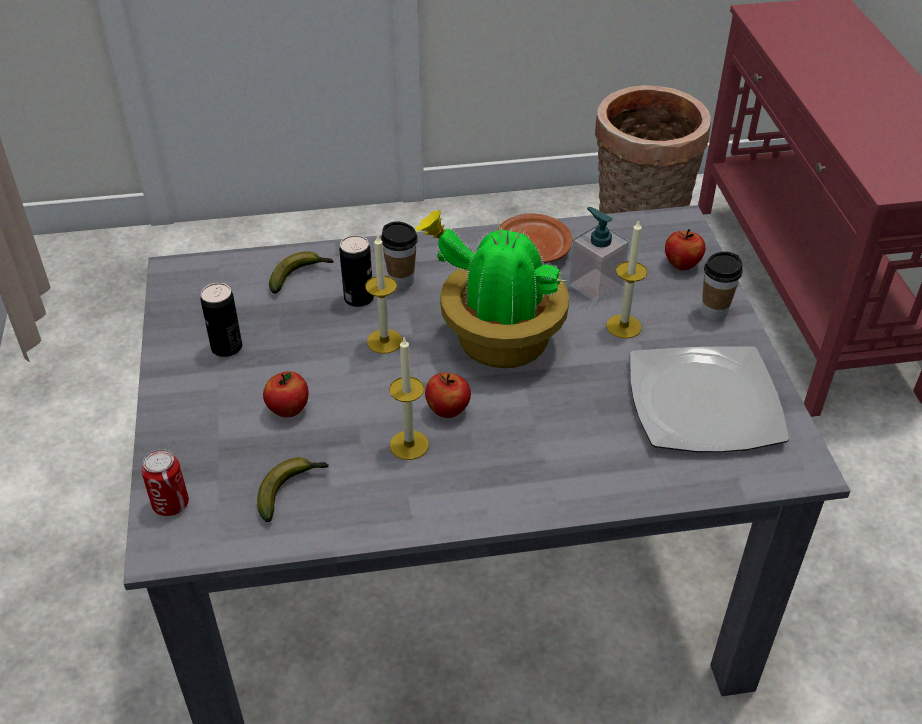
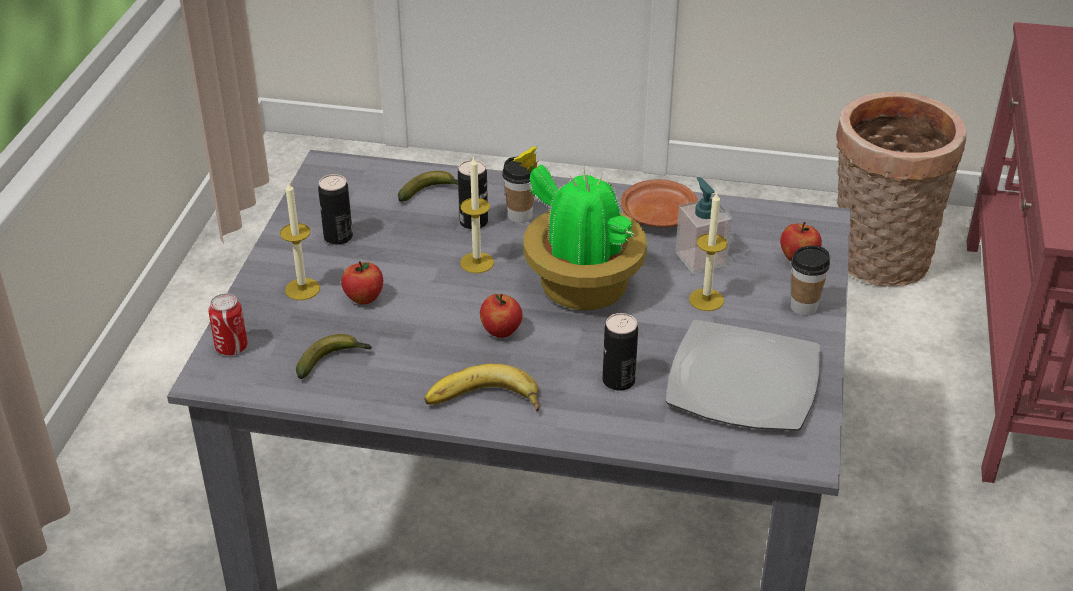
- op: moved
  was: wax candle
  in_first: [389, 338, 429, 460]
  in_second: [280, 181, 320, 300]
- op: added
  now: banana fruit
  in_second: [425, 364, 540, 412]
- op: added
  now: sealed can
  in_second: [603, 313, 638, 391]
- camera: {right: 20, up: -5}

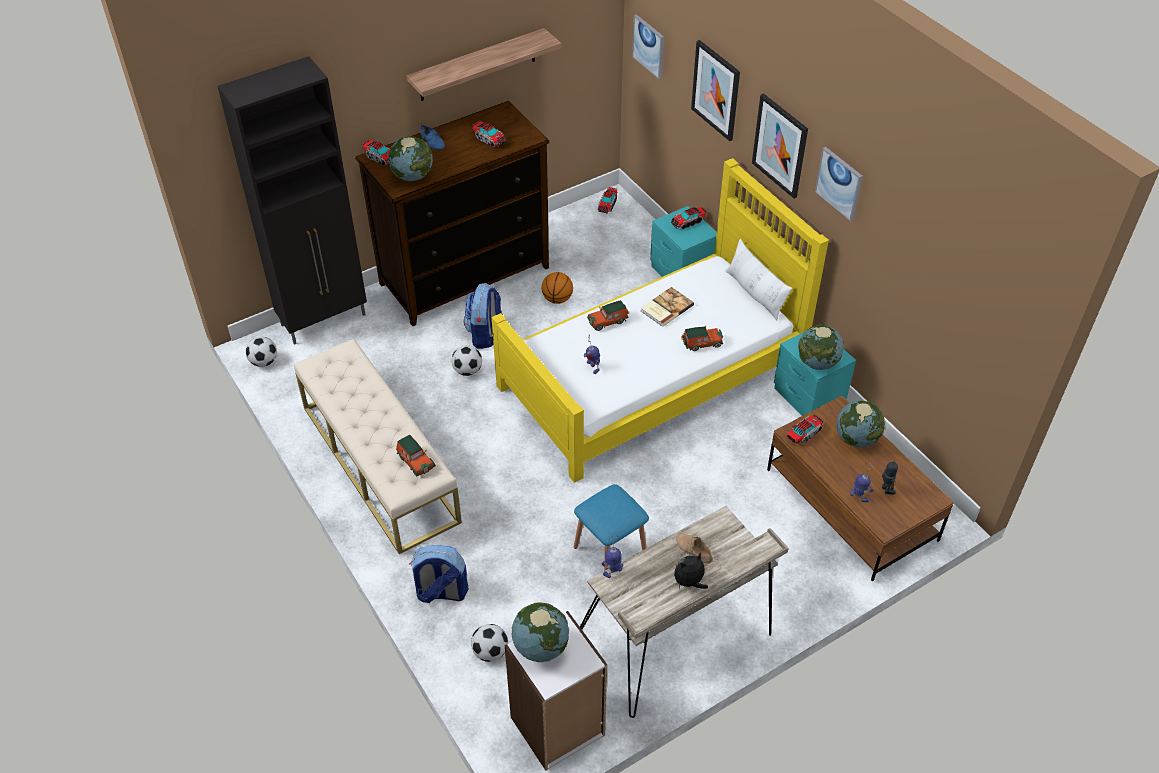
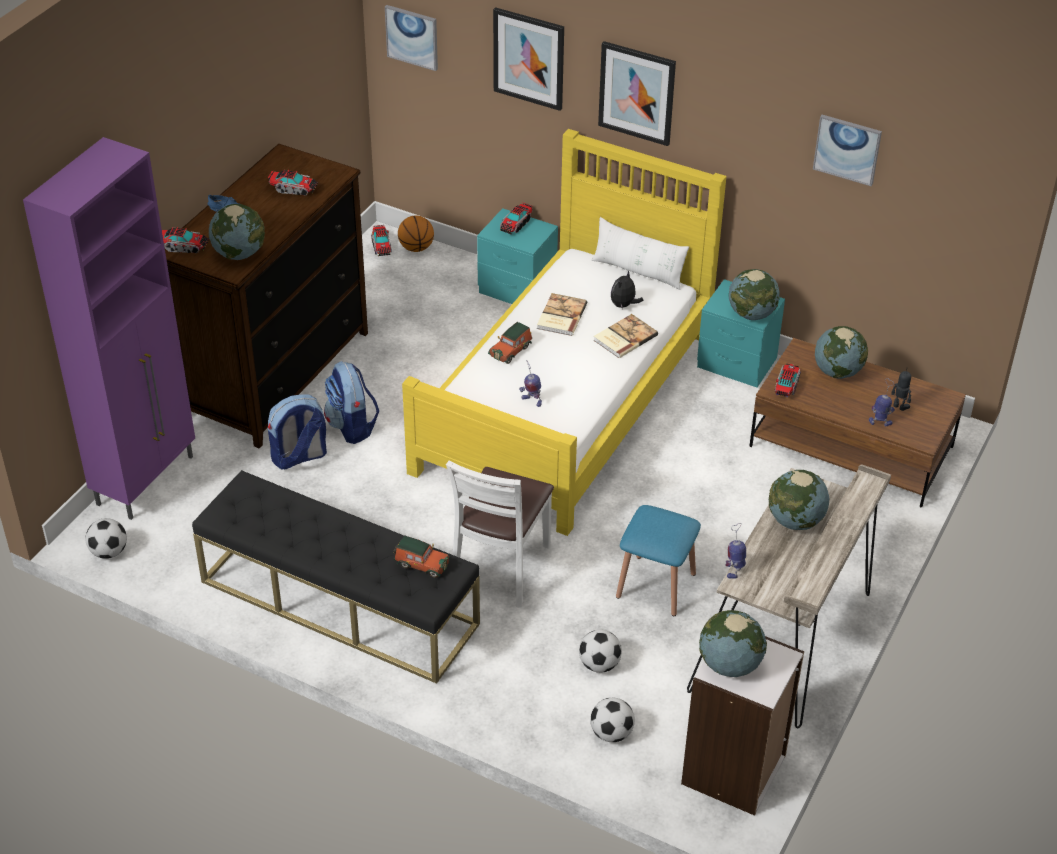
- op: recoloured
  was: black cupboard
  now: purplish cupboard
  in_first: [218, 56, 367, 345]
  in_second: [23, 137, 195, 520]
- op: recoloured
  was: beige long seat
  now: black long seat
  in_first: [294, 339, 462, 554]
  in_second: [192, 470, 480, 684]
- op: removed
  was: shelf
  in_first: [406, 28, 562, 101]
- op: moved
  was: rucksack
  in_first: [409, 545, 469, 603]
  in_second: [268, 394, 327, 469]
- op: moved
  was: football
  in_first: [452, 345, 482, 376]
  in_second: [579, 630, 622, 673]
- op: moved
  was: basketball ball
  in_first: [542, 272, 573, 304]
  in_second: [398, 216, 434, 252]
- op: moved
  was: cuddly toy
  in_first: [674, 552, 708, 590]
  in_second: [611, 270, 643, 309]
- op: replaced
  was: beige shoe
  now: globe
  in_first: [676, 534, 713, 566]
  in_second: [769, 470, 829, 530]
- op: replaced
  was: toy car
  now: book
  in_first: [681, 326, 724, 351]
  in_second: [593, 314, 658, 358]
- op: moved
  was: wall art
  in_first: [815, 147, 863, 221]
  in_second: [813, 115, 882, 186]
- op: added
  now: white-coloured upright chair
  in_second: [446, 460, 554, 608]
- camera: {right: -30, up: -5}

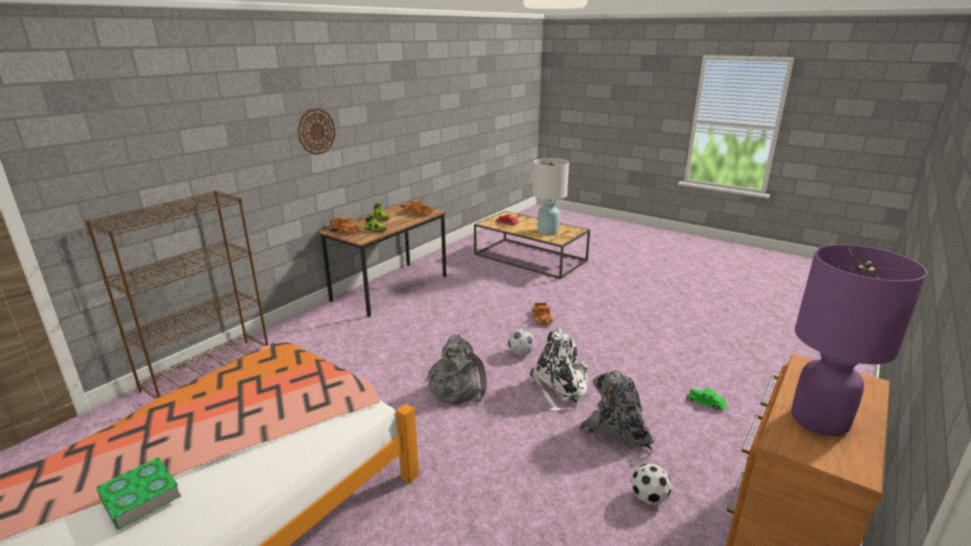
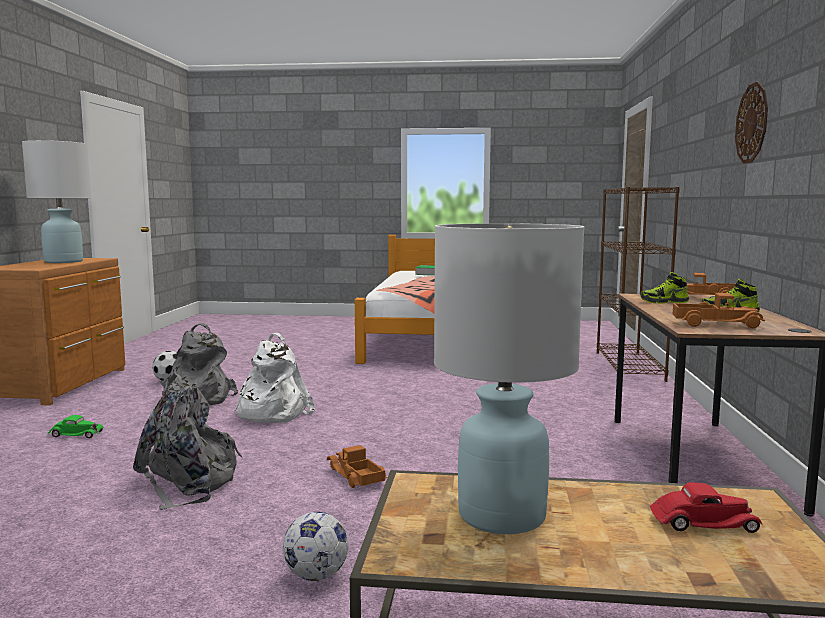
- op: moved
  was: greyish rucksack
  in_first: [425, 334, 487, 405]
  in_second: [133, 373, 242, 510]
- op: moved
  was: football
  in_first: [508, 329, 534, 356]
  in_second: [283, 512, 348, 581]
- op: recoloured
  was: purplish tabletop lamp
  now: white-coloured tabletop lamp
  in_first: [791, 244, 927, 436]
  in_second: [22, 140, 90, 263]
- camera: {right: 150, up: -15}

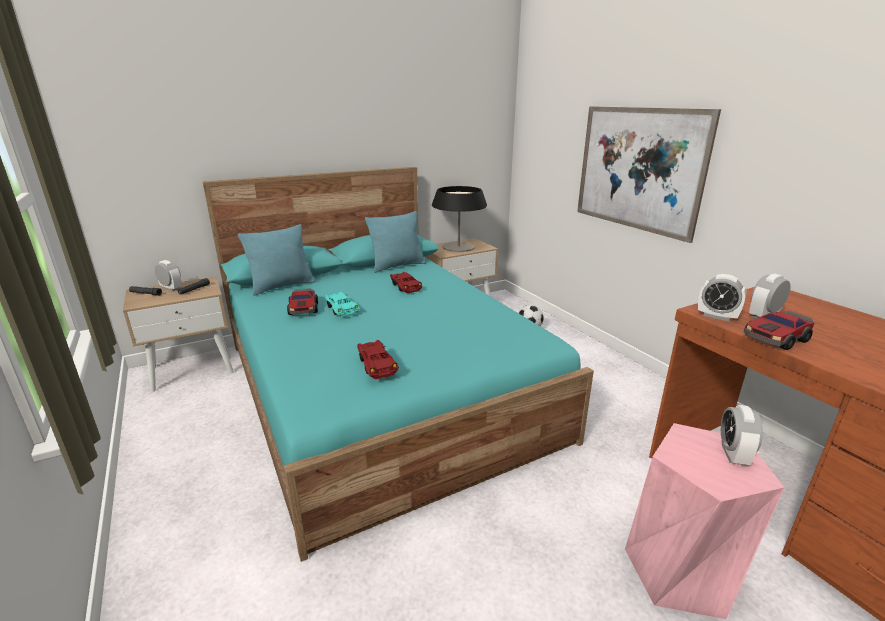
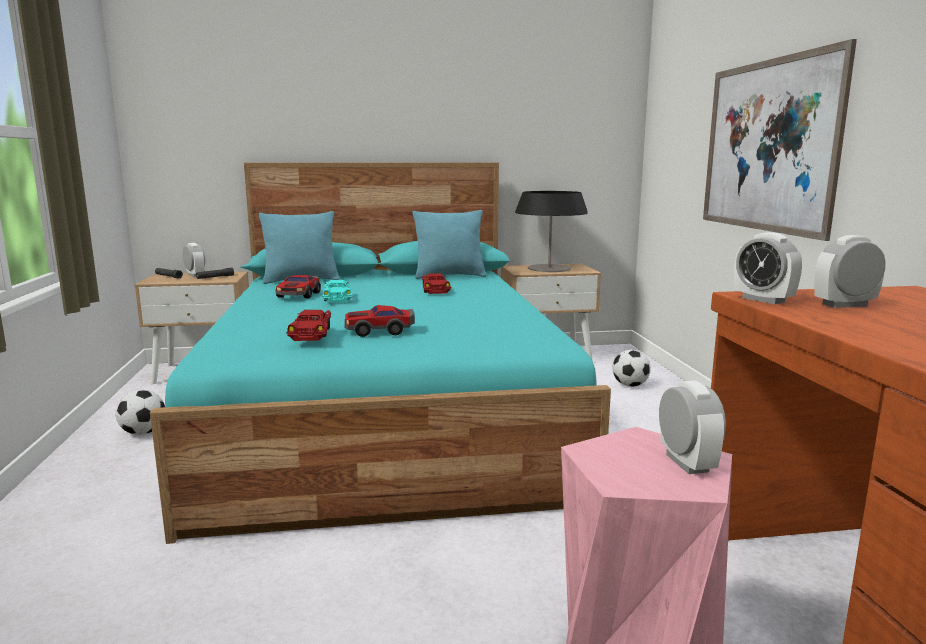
- op: turned
  was: alarm clock
  in_first: [720, 405, 763, 465]
  in_second: [659, 380, 726, 474]
  clockwise: 135
- op: moved
  was: toy car
  in_first: [744, 311, 814, 350]
  in_second: [344, 305, 415, 337]
- op: added
  now: football
  in_second: [116, 390, 165, 435]
- camera: {right: 20, up: -10}

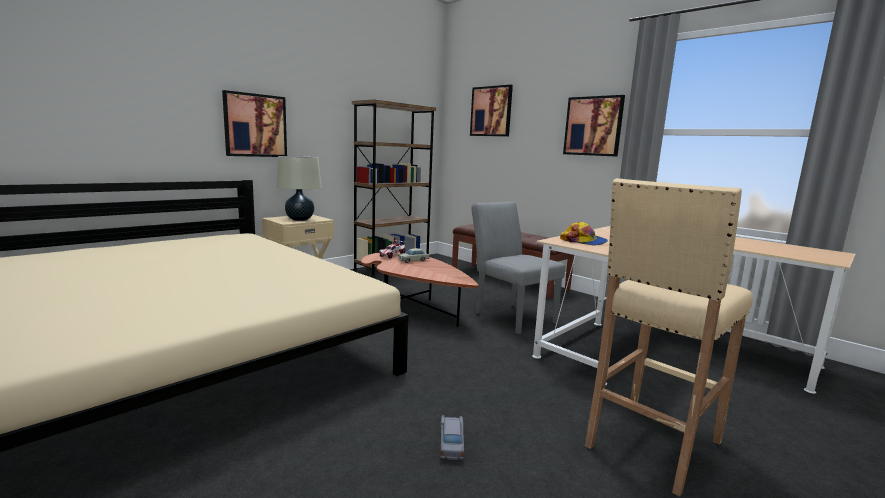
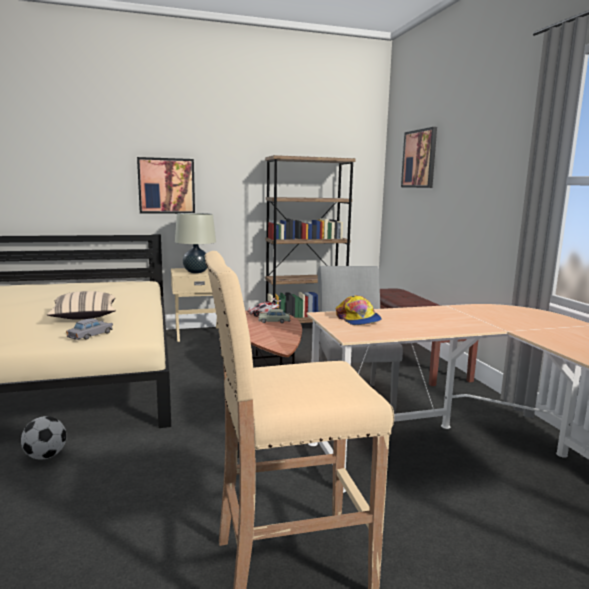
- op: moved
  was: greyish toy car
  in_first: [440, 415, 464, 460]
  in_second: [66, 318, 113, 340]
- op: removed
  was: wall art
  in_first: [563, 95, 625, 157]
- op: added
  now: football
  in_second: [21, 416, 66, 460]
- op: added
  now: beige pillow
  in_second: [47, 291, 116, 320]
- camera: {right: 30, up: 0}

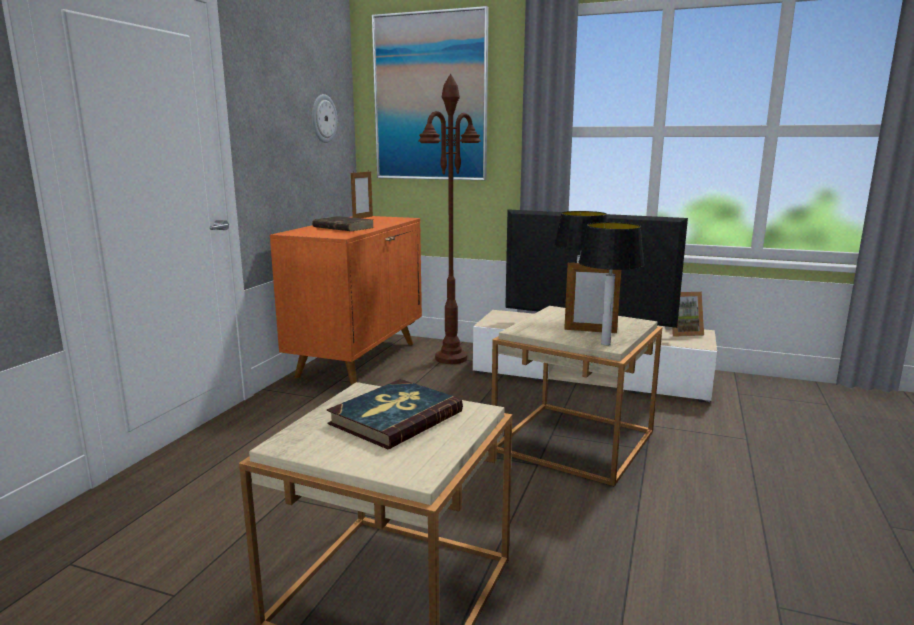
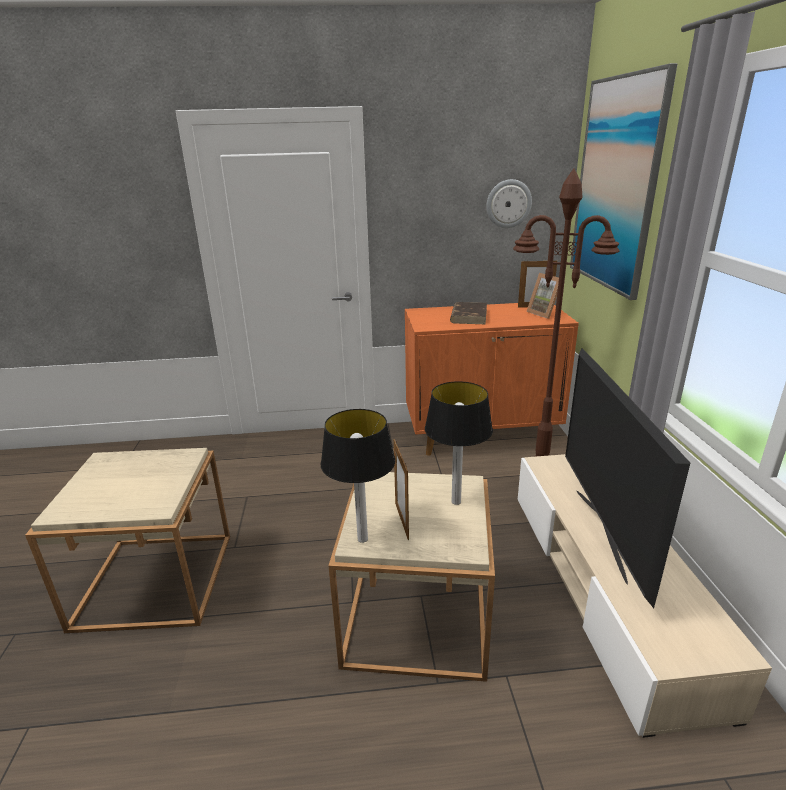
- op: removed
  was: book
  in_first: [327, 379, 463, 449]
- op: moved
  was: picture frame
  in_first: [665, 292, 704, 337]
  in_second: [526, 273, 559, 319]
- camera: {right: 65, up: 10}

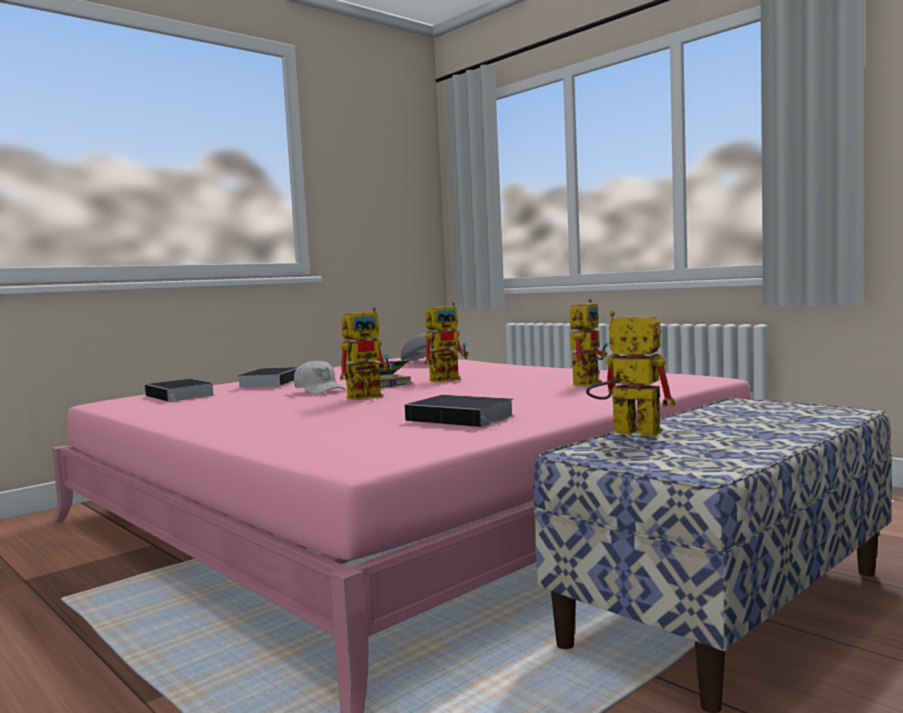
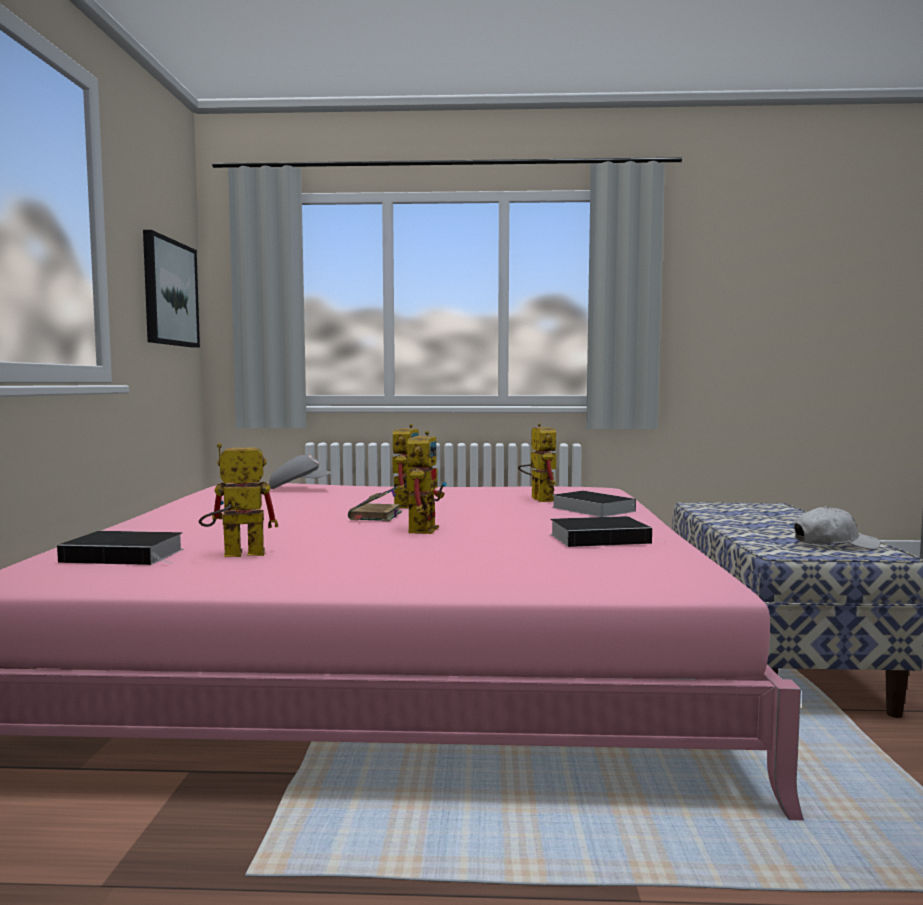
- op: moved
  was: book
  in_first: [237, 367, 298, 387]
  in_second: [552, 491, 636, 517]
- op: moved
  was: white-coloured baseball cap
  in_first: [294, 360, 346, 395]
  in_second: [794, 506, 880, 550]
- op: moved
  was: toy robot
  in_first: [586, 311, 675, 437]
  in_second: [199, 443, 278, 557]
- op: added
  now: wall art
  in_second: [143, 230, 200, 348]
- camera: {right: -45, up: 0}

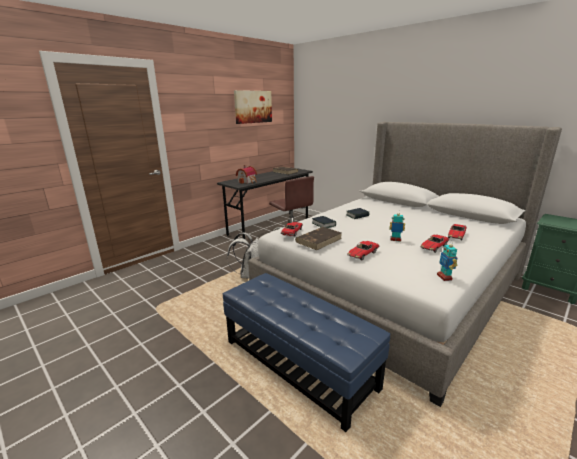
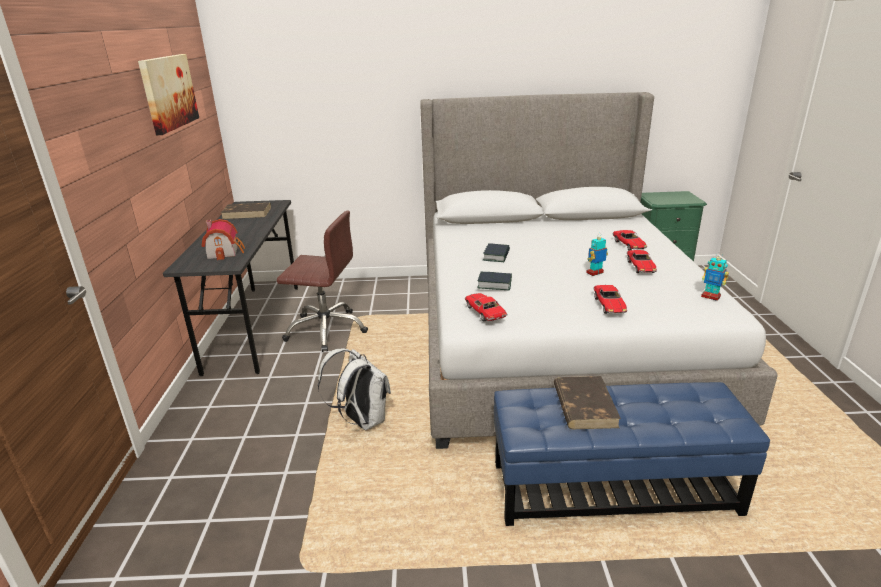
- op: moved
  was: brownish book
  in_first: [295, 227, 342, 250]
  in_second: [554, 376, 621, 429]
- camera: {right: -45, up: 5}

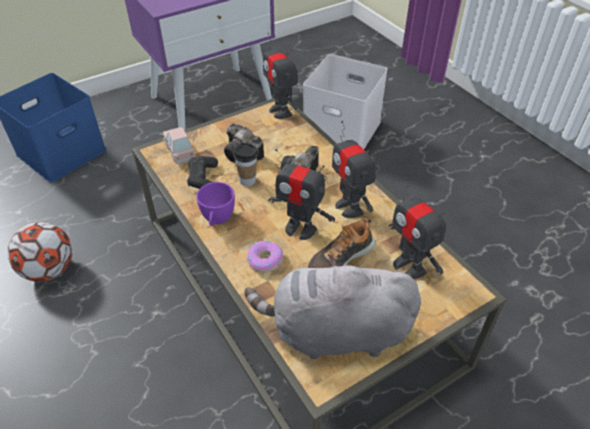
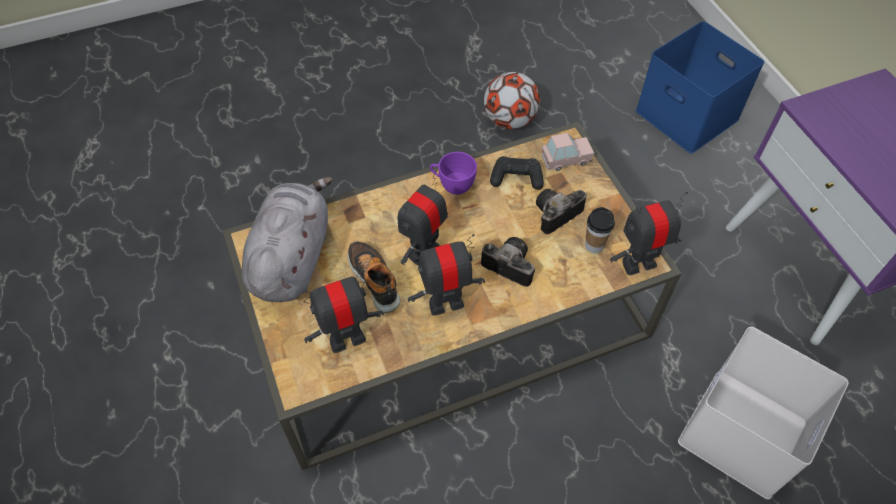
- op: moved
  was: small cup
  in_first: [233, 143, 258, 186]
  in_second: [585, 207, 615, 253]
- op: removed
  was: ring doughnut
  in_first: [247, 241, 283, 273]
- camera: {right: 100, up: 10}

